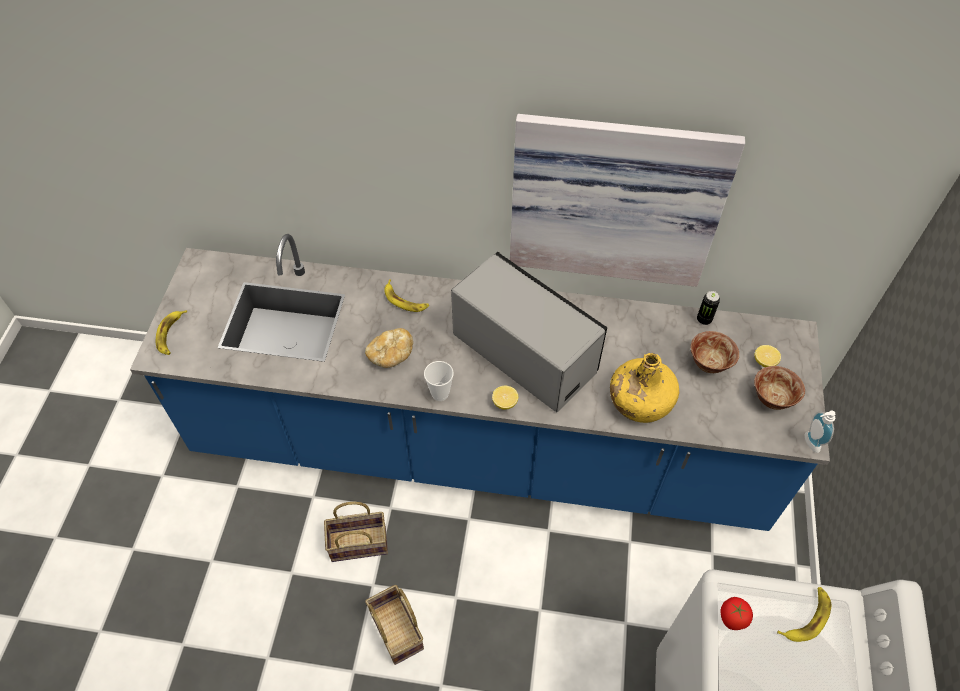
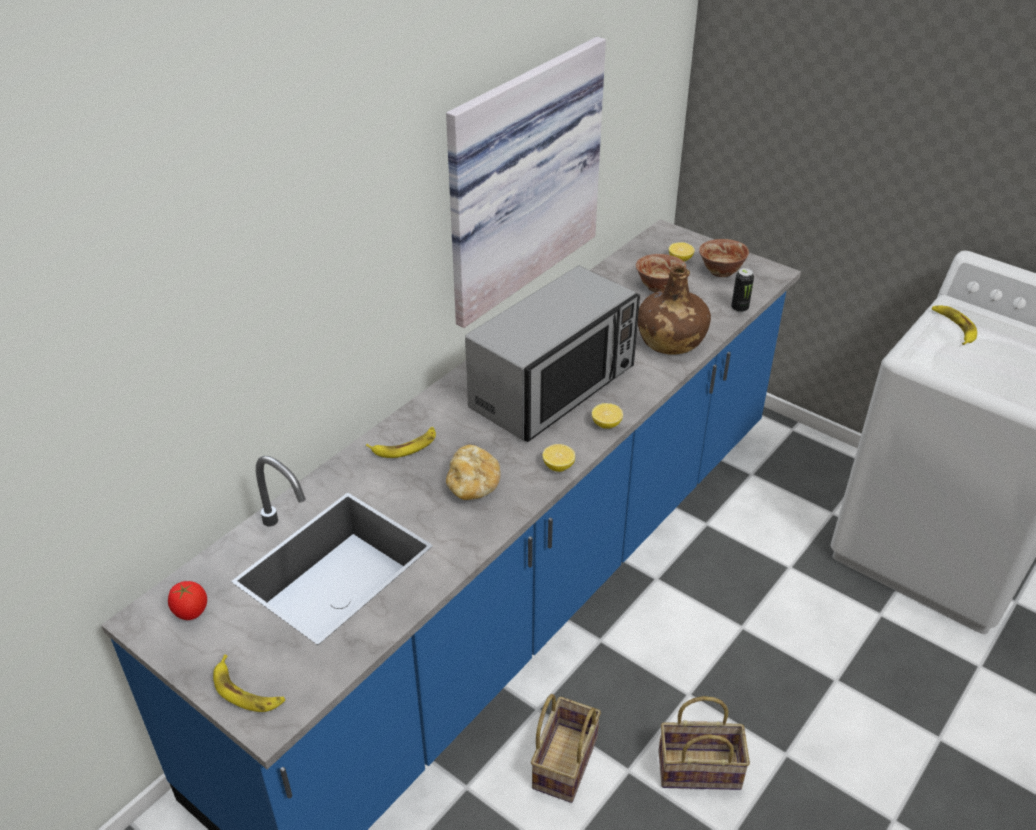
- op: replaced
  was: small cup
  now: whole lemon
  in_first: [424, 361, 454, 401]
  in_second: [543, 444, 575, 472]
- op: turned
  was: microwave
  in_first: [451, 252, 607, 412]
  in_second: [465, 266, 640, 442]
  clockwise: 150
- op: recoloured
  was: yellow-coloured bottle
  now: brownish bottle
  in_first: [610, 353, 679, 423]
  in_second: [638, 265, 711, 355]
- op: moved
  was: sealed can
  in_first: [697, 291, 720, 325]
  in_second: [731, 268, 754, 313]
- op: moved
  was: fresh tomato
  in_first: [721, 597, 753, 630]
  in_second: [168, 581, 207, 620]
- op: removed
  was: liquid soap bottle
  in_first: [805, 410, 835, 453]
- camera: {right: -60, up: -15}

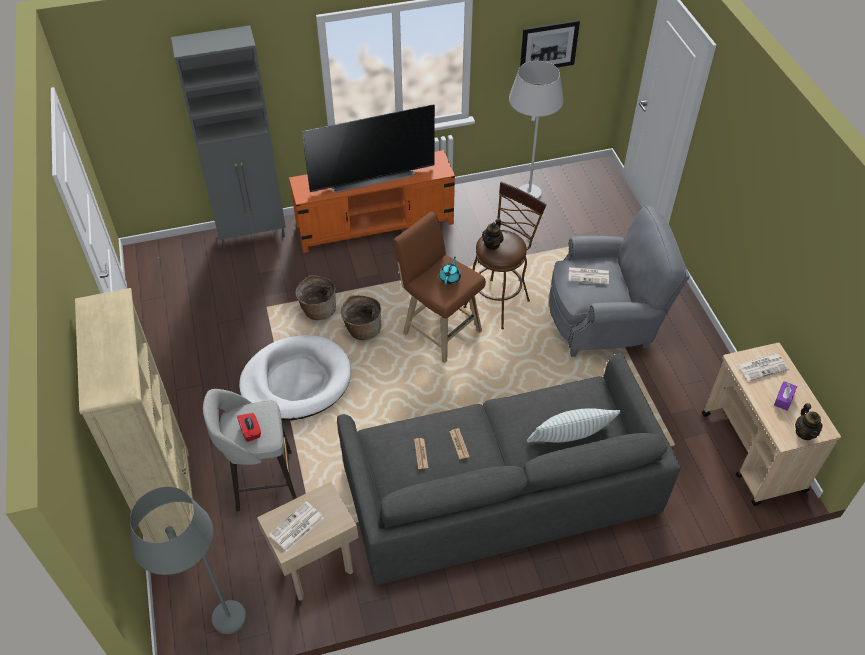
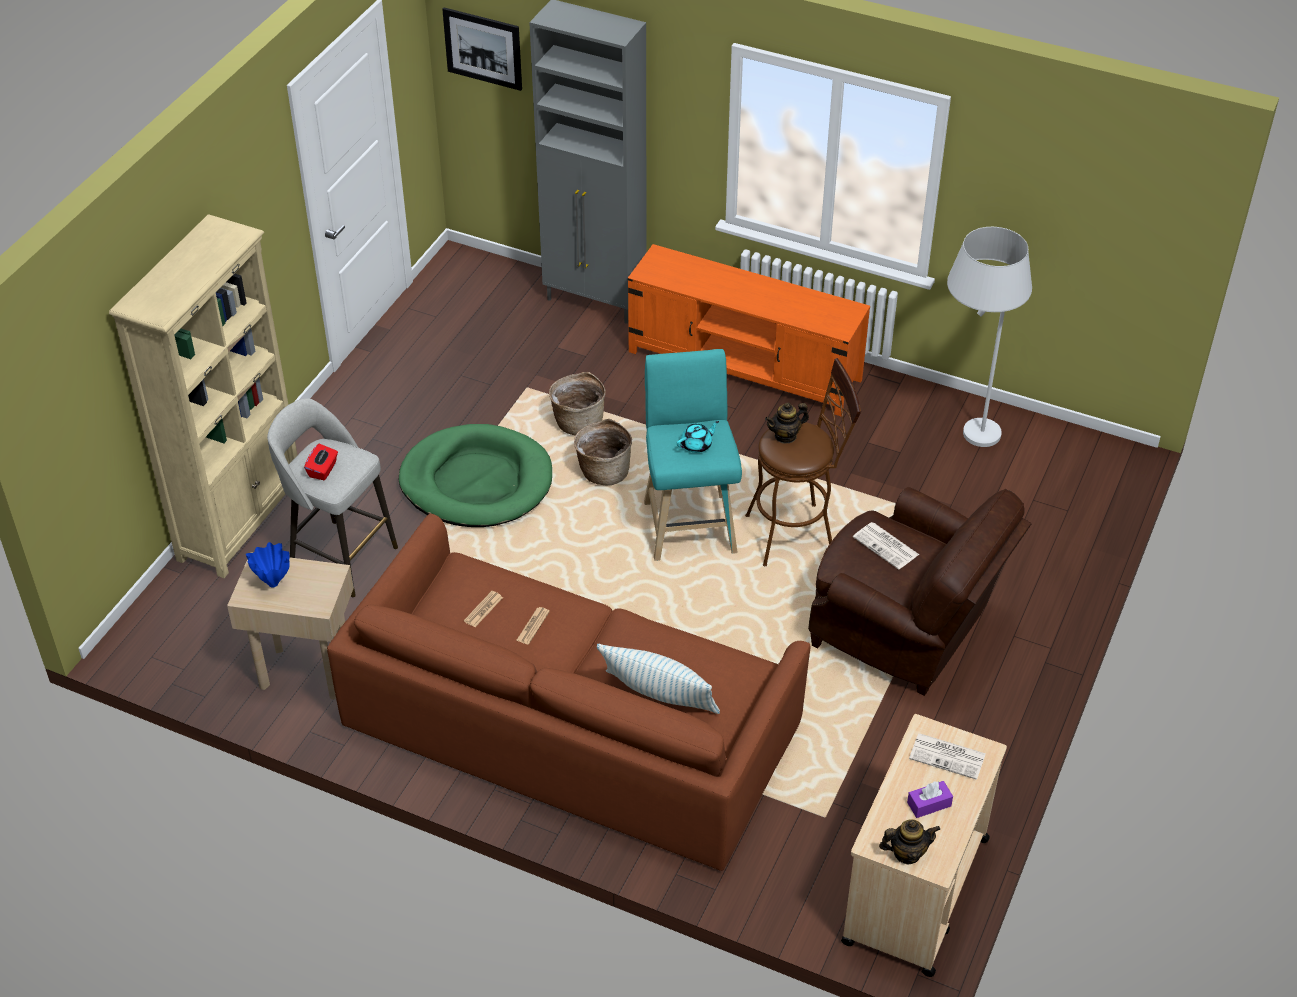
- op: removed
  was: greyish standard lamp
  in_first: [130, 487, 246, 634]
- op: recoloured
  was: white-coloured pet bed
  now: greenish pet bed
  in_first: [239, 335, 351, 420]
  in_second: [399, 424, 552, 527]
- op: replaced
  was: daily paper
  now: blue-coloured decorative vase
  in_first: [269, 501, 324, 552]
  in_second: [246, 542, 290, 588]
- op: removed
  was: TV set
  in_first: [302, 104, 435, 193]
- op: recoloured
  was: greyish couch
  now: brownish couch
  in_first: [337, 353, 681, 585]
  in_second: [327, 513, 810, 871]
- op: recoloured
  was: brownish stool
  now: blue-green stool
  in_first: [393, 211, 486, 363]
  in_second: [644, 349, 742, 561]
- op: moved
  was: wall art
  in_first: [520, 20, 580, 68]
  in_second: [442, 7, 522, 91]
- op: recoloured
  was: greyish easy chair
  now: brownish easy chair
  in_first: [549, 206, 690, 357]
  in_second: [808, 487, 1031, 696]
- op: turned
  was: teapot
  in_first: [795, 403, 822, 440]
  in_second: [879, 819, 940, 864]
  clockwise: -135
- camera: {right: 40, up: -5}

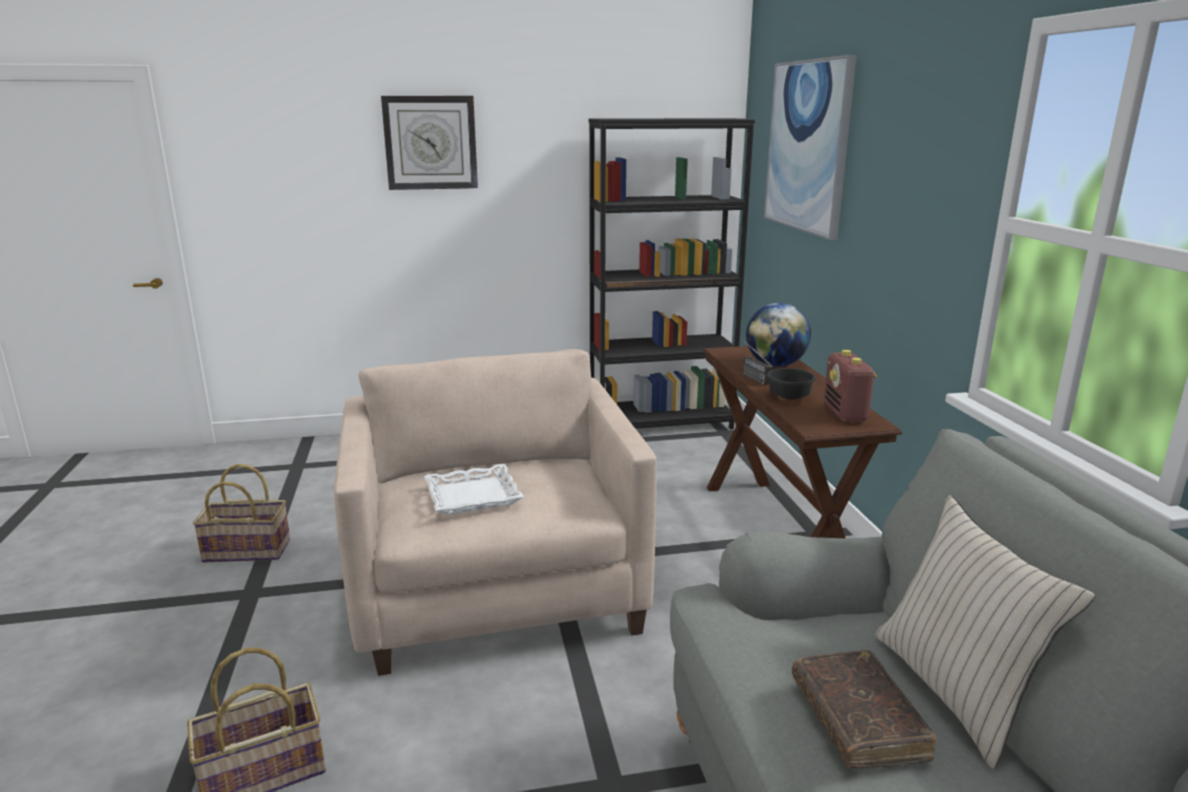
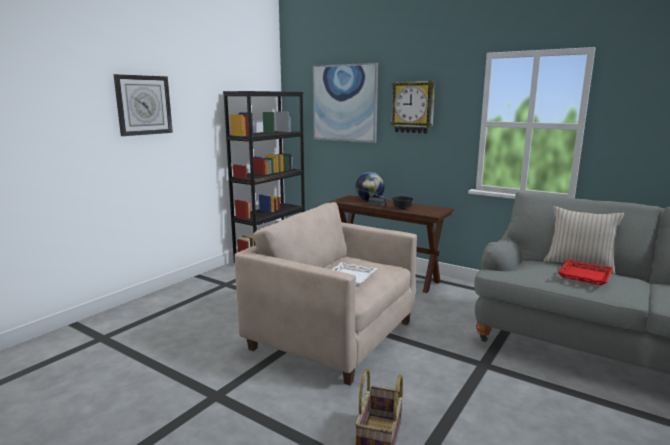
- op: removed
  was: household basket
  in_first: [193, 464, 290, 563]
- op: replaced
  was: brownish book
  now: red carrying tray
  in_first: [792, 650, 936, 768]
  in_second: [558, 259, 613, 285]
- op: removed
  was: radio
  in_first: [824, 350, 878, 423]
- op: added
  now: clock on the wall
  in_second: [390, 81, 435, 134]
- camera: {right: -45, up: -5}

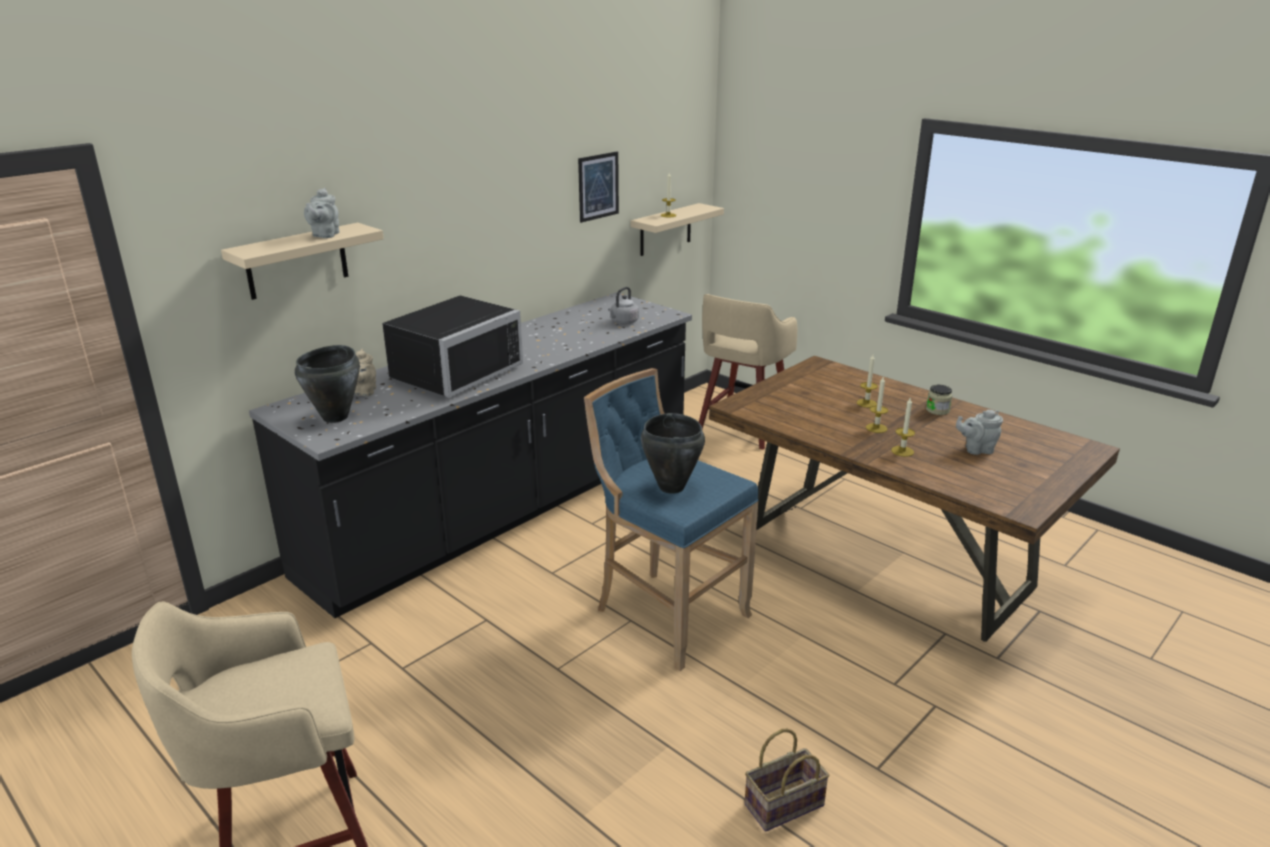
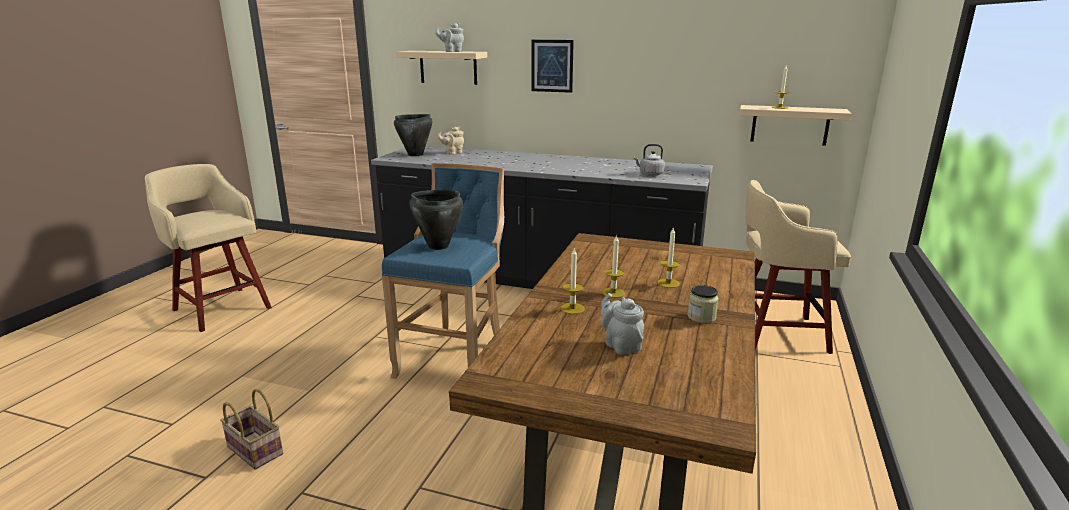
- op: removed
  was: black microwave
  in_first: [382, 295, 523, 397]
- op: moved
  was: wall art
  in_first: [578, 152, 619, 223]
  in_second: [532, 40, 574, 93]
- camera: {right: 65, up: -5}

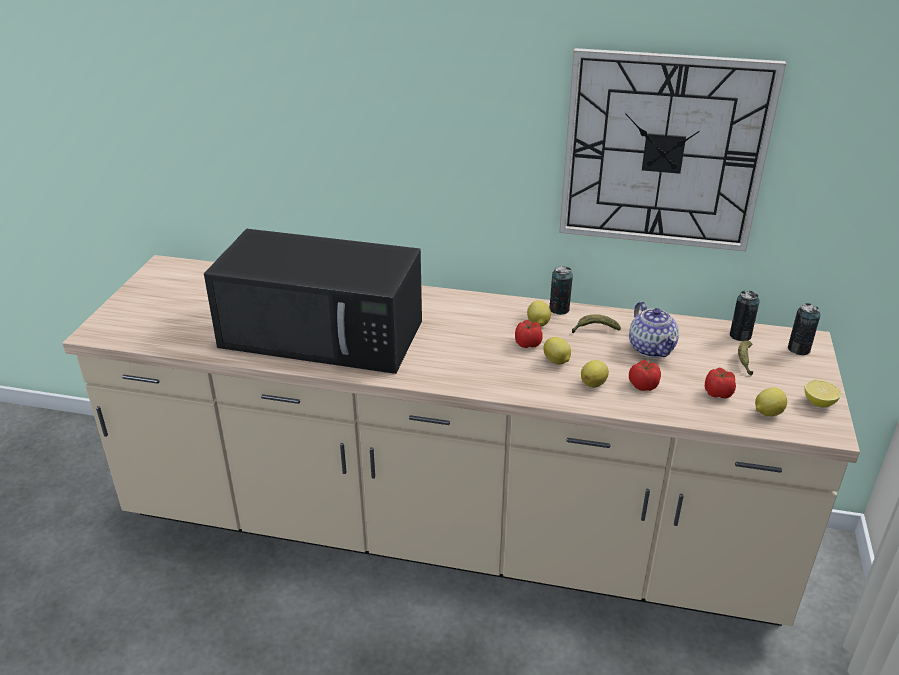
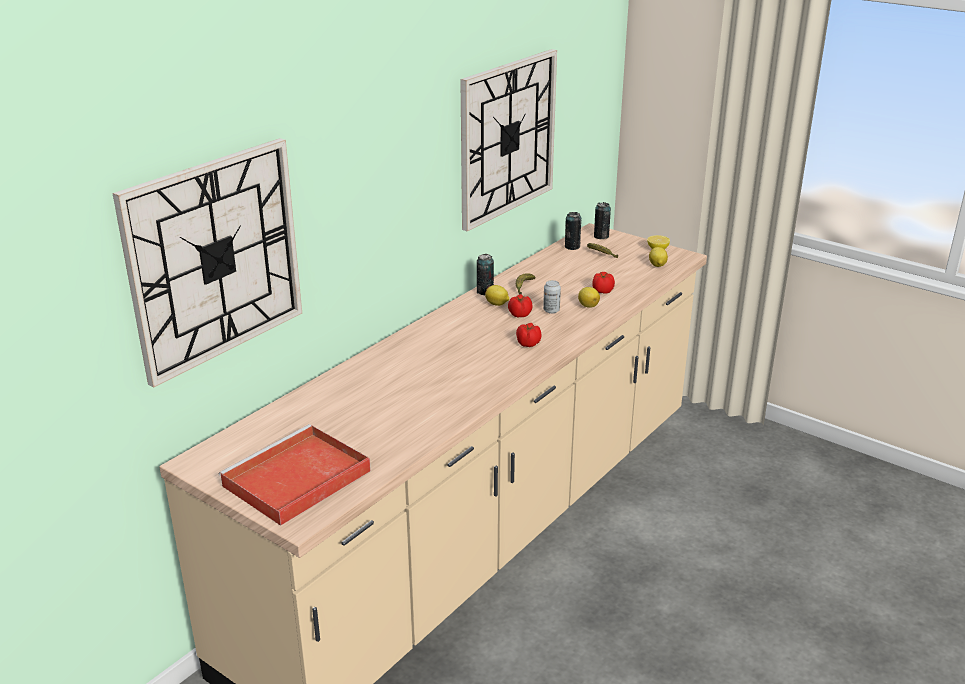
- op: removed
  was: black microwave
  in_first: [204, 229, 422, 374]
- op: replaced
  was: whole lemon
  now: sealed can
  in_first: [543, 337, 571, 364]
  in_second: [543, 280, 561, 314]
- op: removed
  was: teapot
  in_first: [629, 302, 679, 358]
- op: moved
  was: fresh tomato
  in_first: [705, 368, 736, 398]
  in_second: [516, 323, 542, 347]
- op: added
  now: clock on the wall
  in_second: [113, 138, 302, 387]
- op: added
  now: red carrying tray
  in_second: [219, 424, 371, 526]
- camera: {right: -65, up: -5}

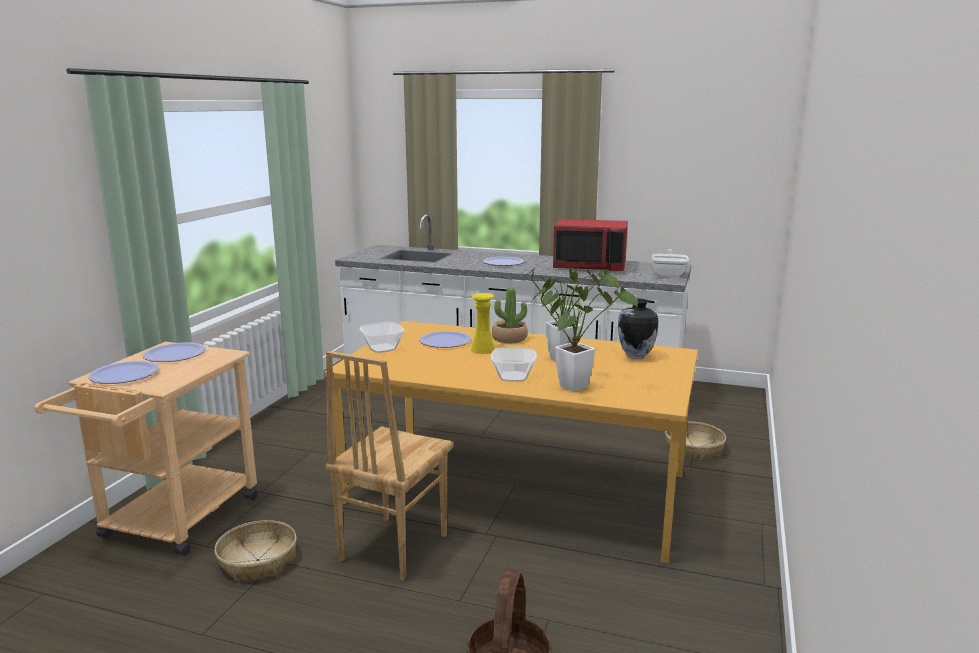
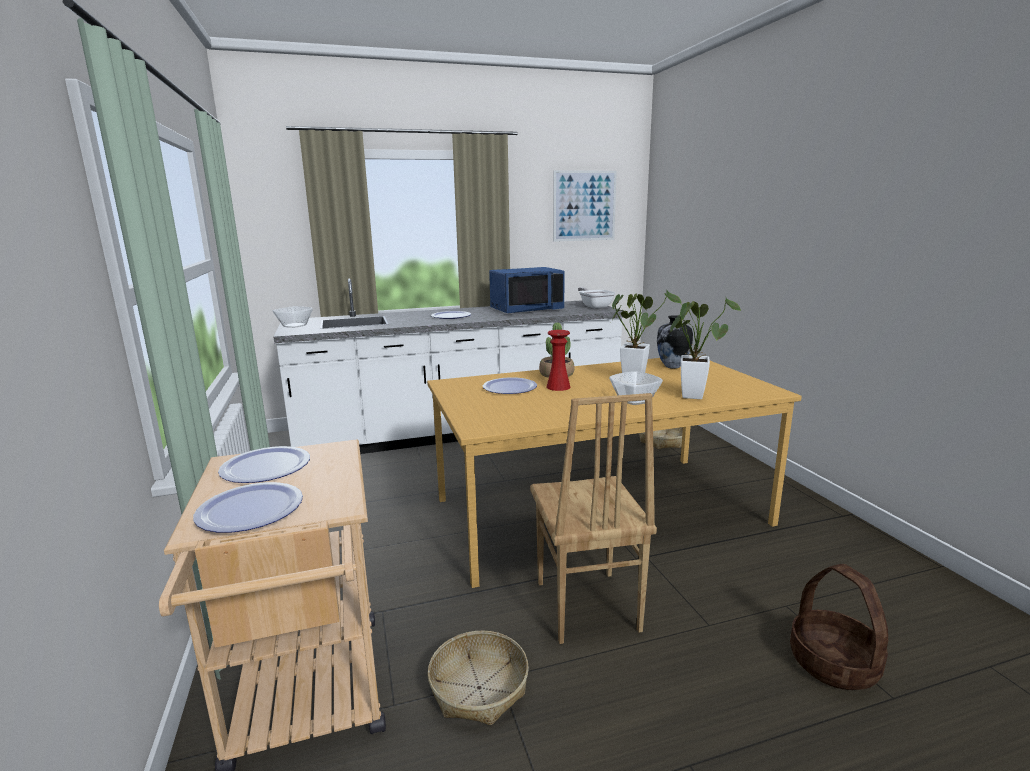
- op: moved
  was: bowl
  in_first: [359, 322, 404, 353]
  in_second: [273, 306, 313, 328]
- op: recoloured
  was: yellow-coloured decorative vase
  now: red decorative vase
  in_first: [471, 293, 495, 354]
  in_second: [547, 330, 571, 391]
- op: recoloured
  was: red microwave
  now: blue-coloured microwave
  in_first: [553, 219, 628, 271]
  in_second: [489, 267, 565, 313]
- op: added
  now: wall art
  in_second: [553, 170, 617, 242]
- camera: {right: -35, up: 0}

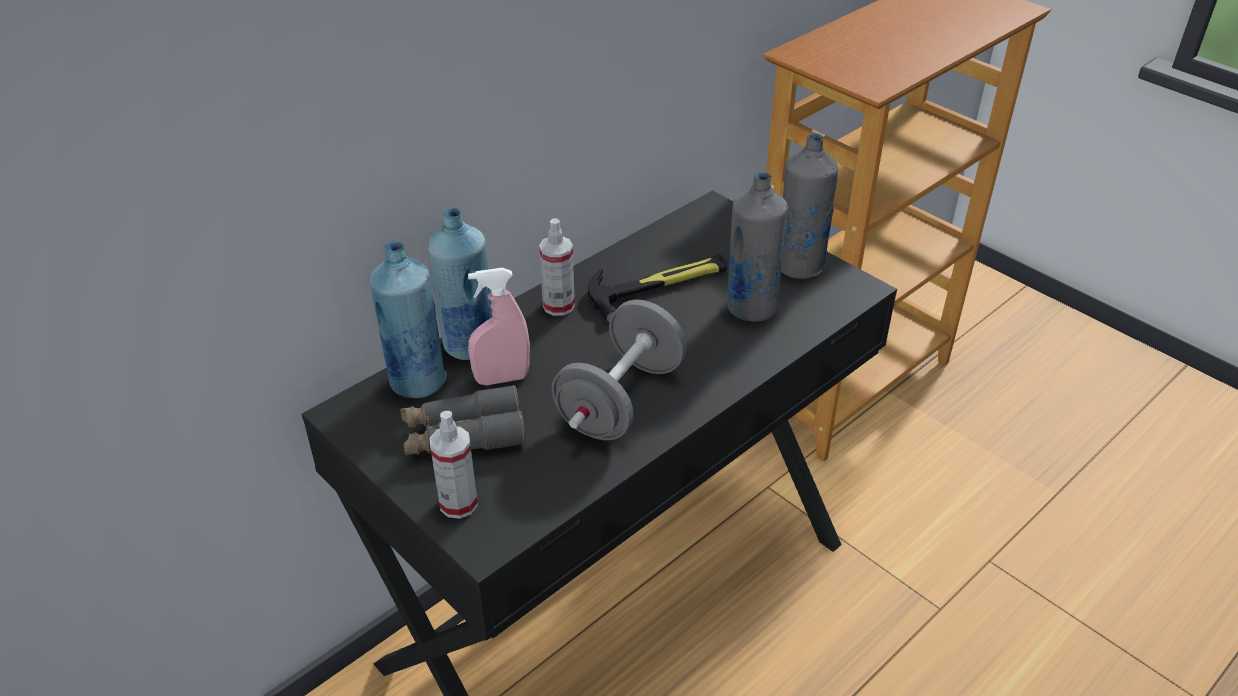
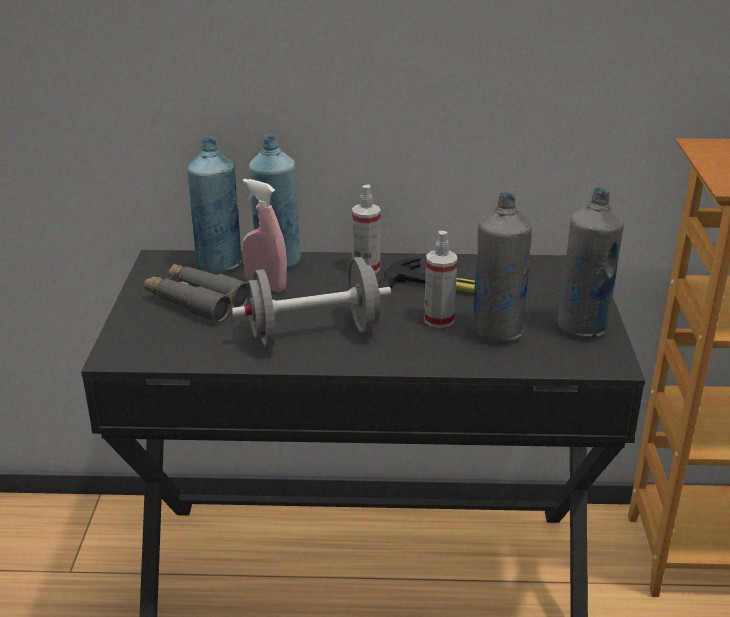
- op: moved
  was: spray bottle
  in_first: [430, 411, 478, 519]
  in_second: [424, 231, 457, 328]
- camera: {right: 45, up: -10}

